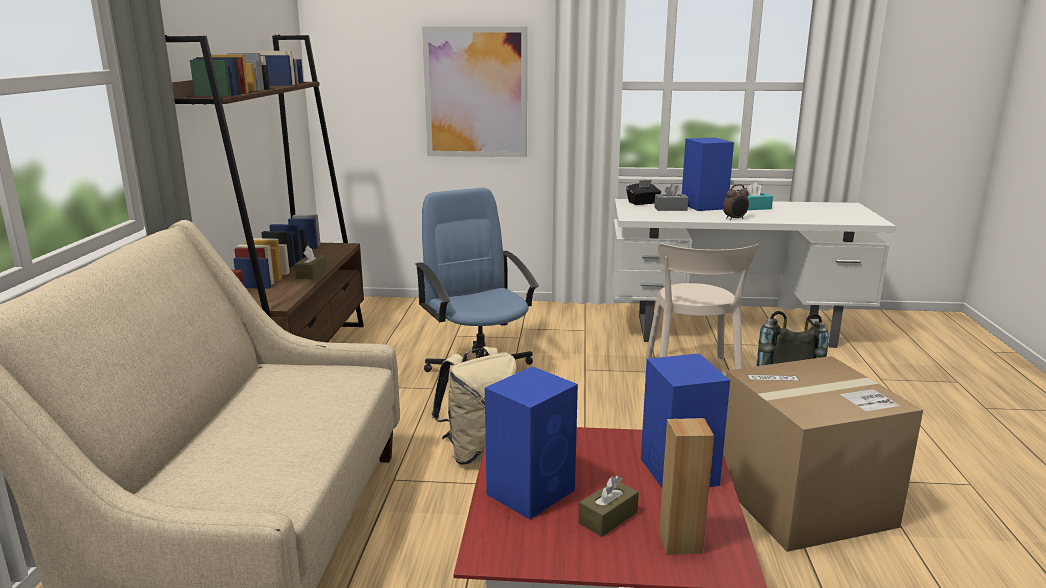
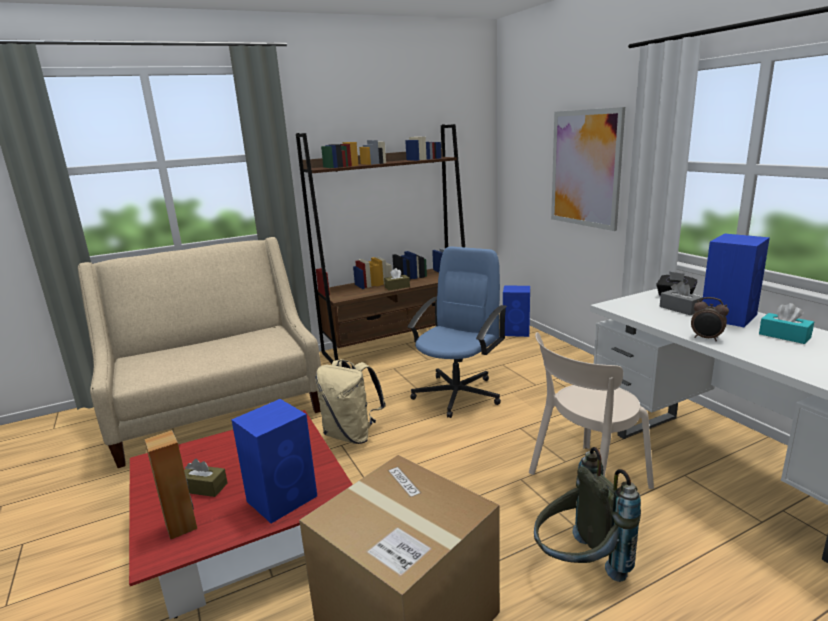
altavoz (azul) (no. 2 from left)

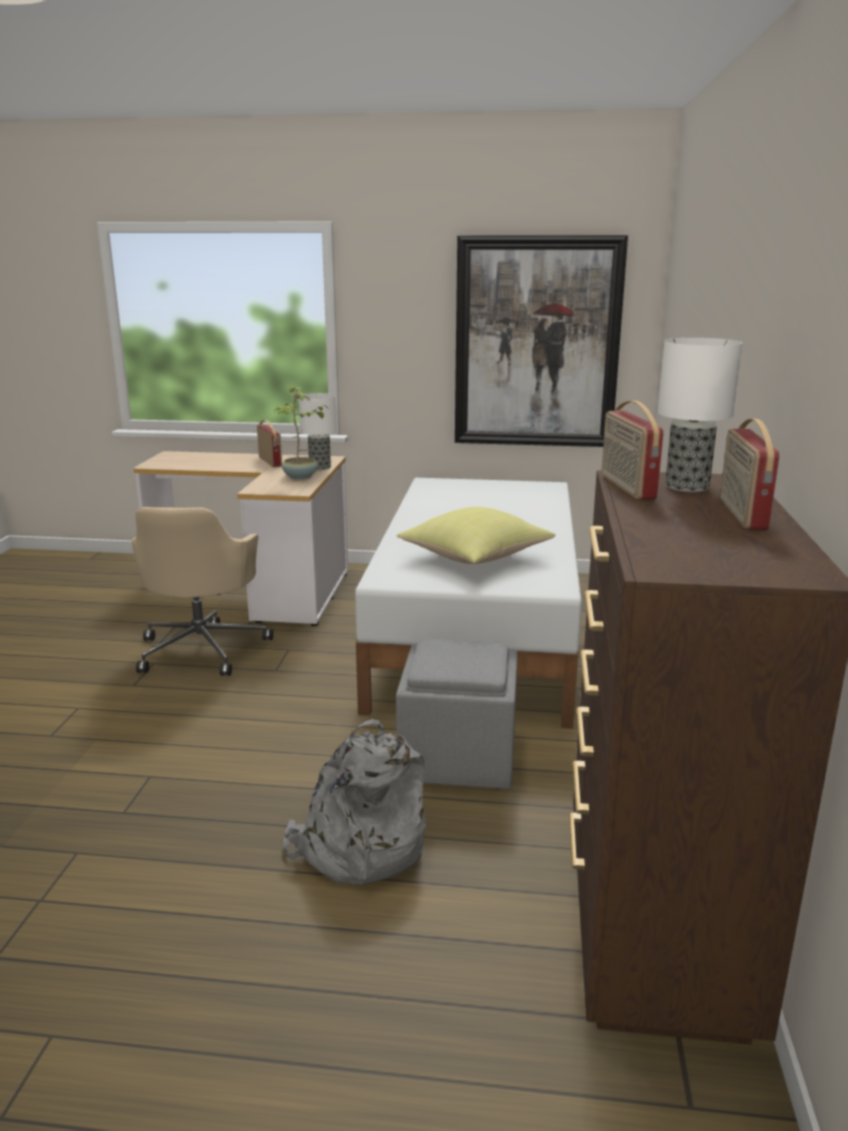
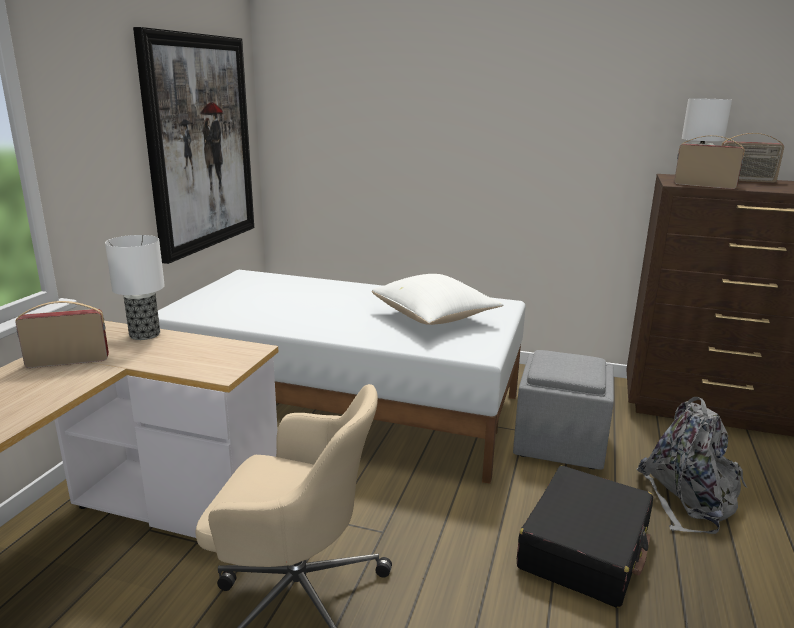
planta en maceta
maleta (negro)
cojín (blanco)
radio (no. 2 from left)

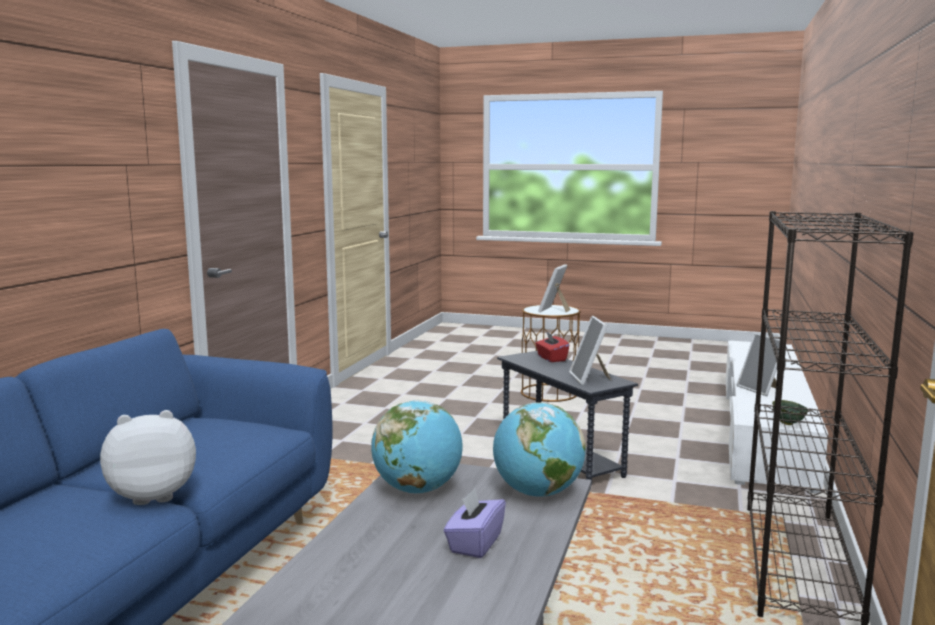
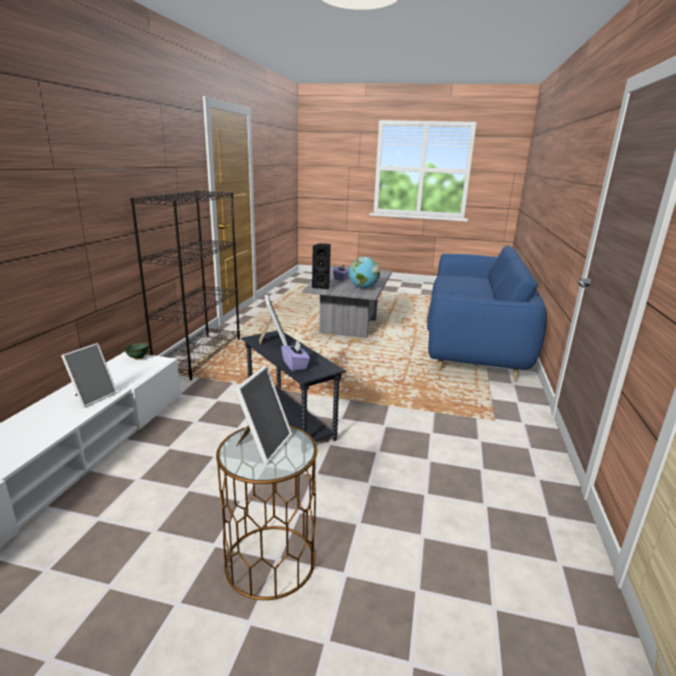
peluche
altavoz (negro)
caja de pañuelos (morado) (no. 1 from left)
portarretratos (no. 1 from left)

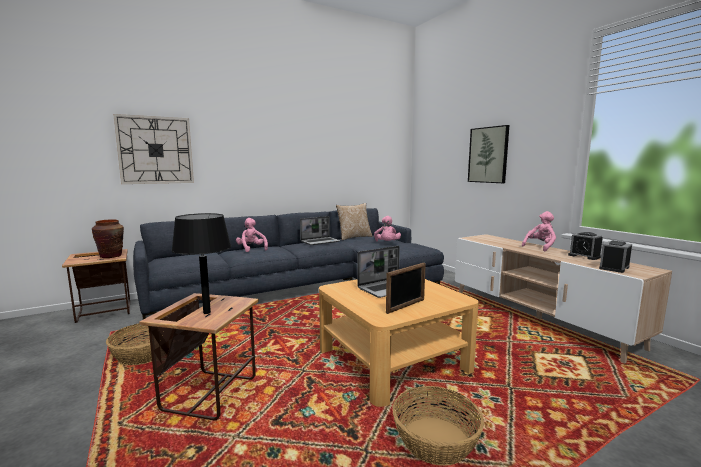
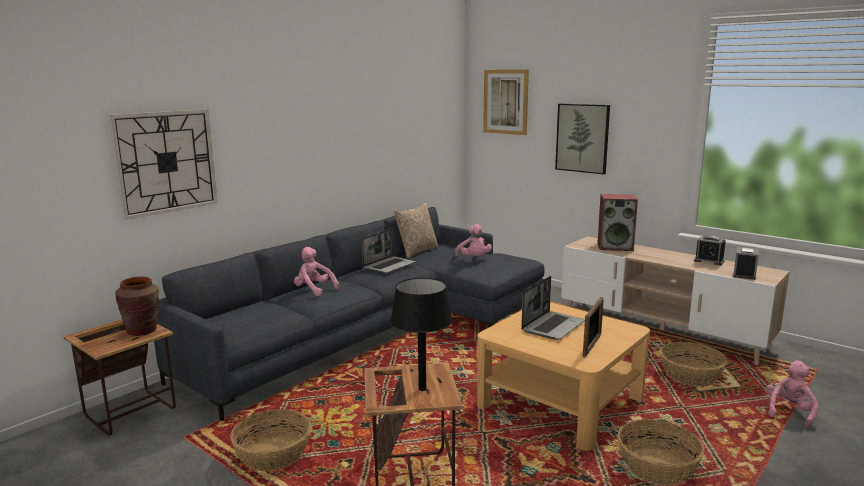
cuadro (no. 1 from left)
altavoz
cesta (no. 3 from left)
peluche (rosa) (no. 3 from left)

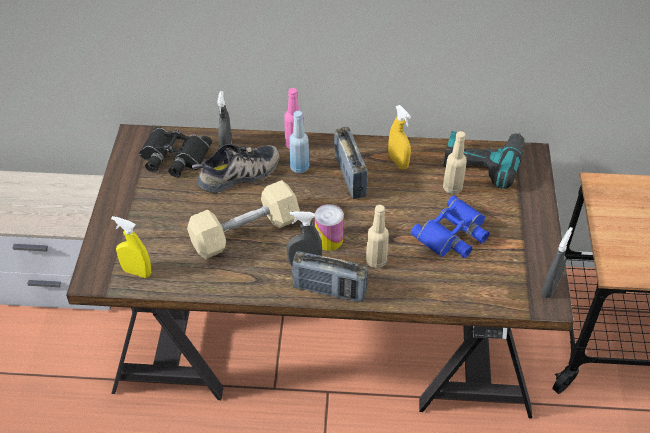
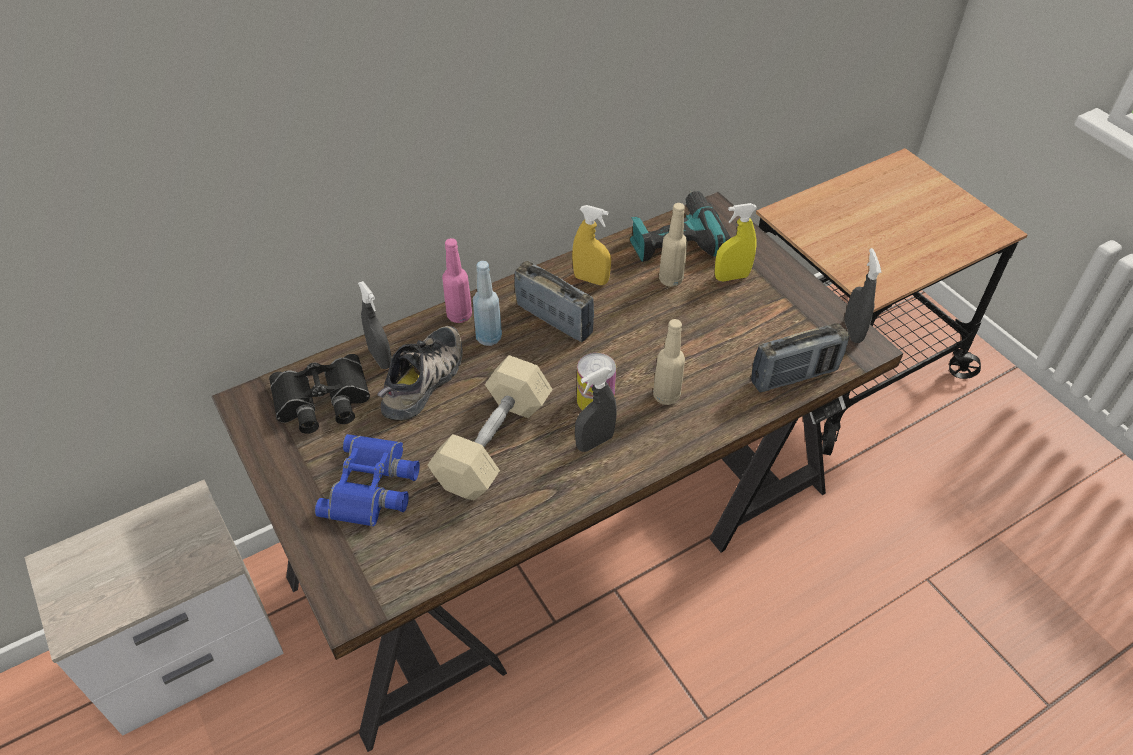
pulverizador (amarillo) (no. 2 from left)
radio (no. 2 from left)
prismáticos (azul)

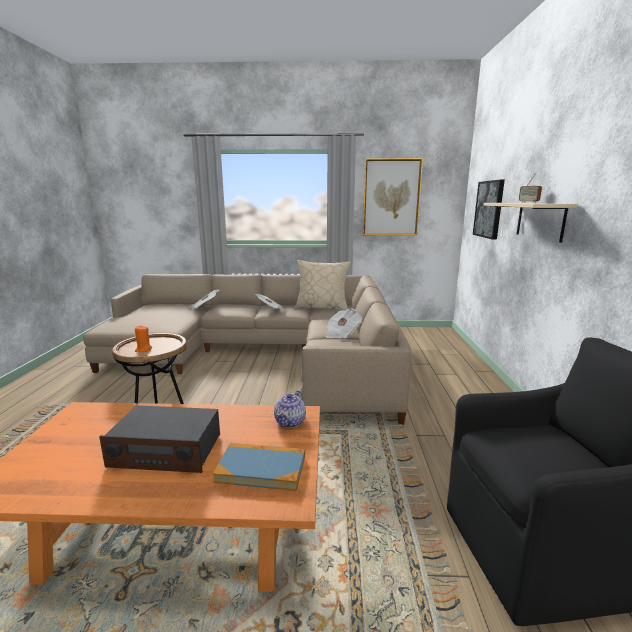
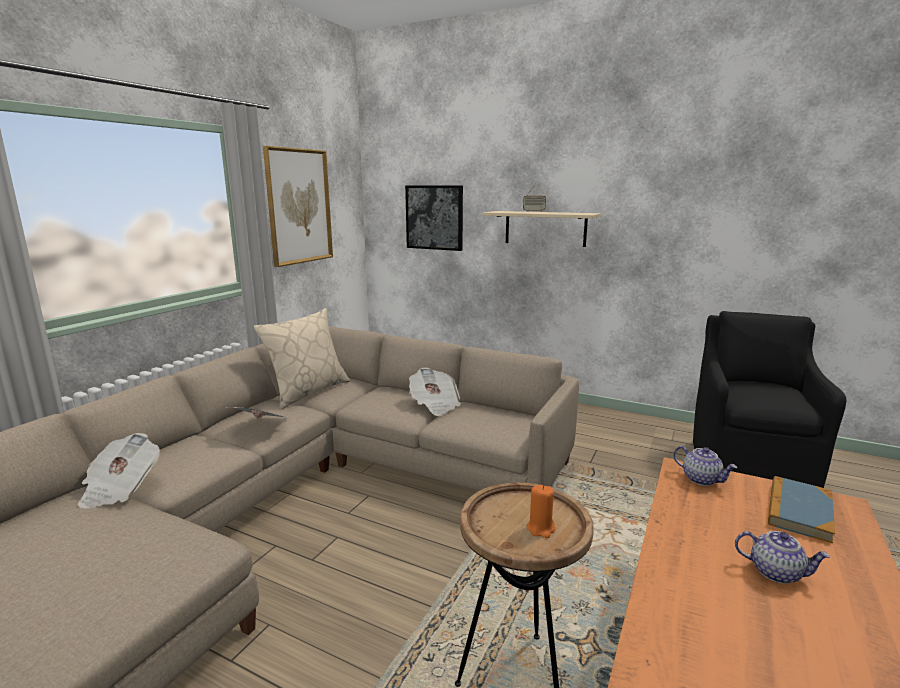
tetera (no. 2 from left)

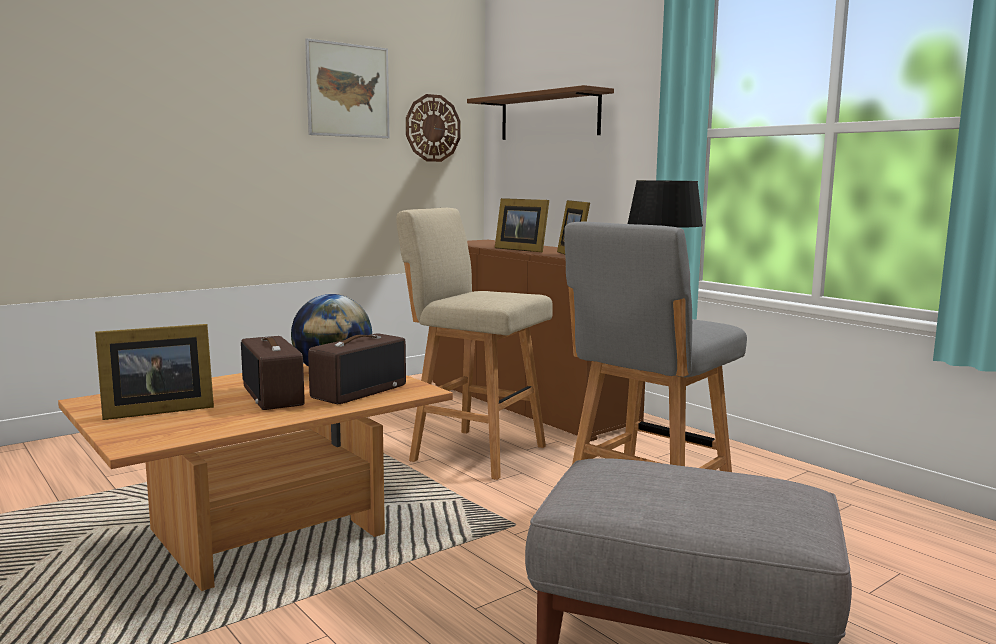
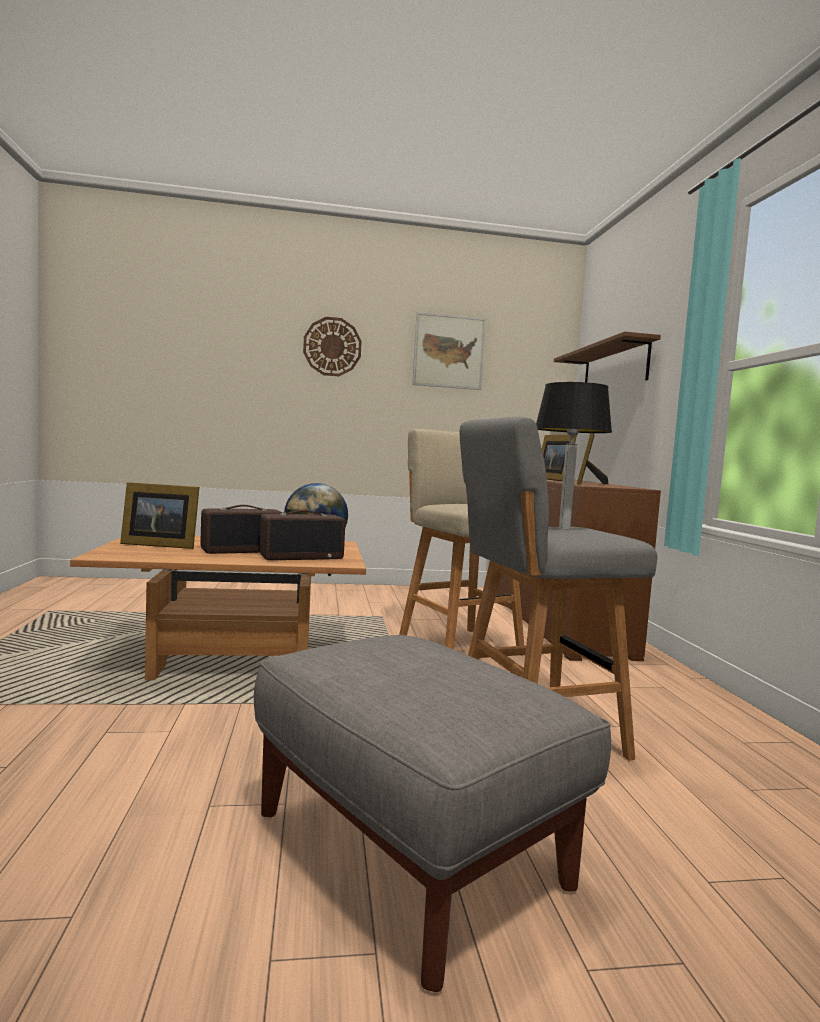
reloj de pared
radio (no. 1 from left)

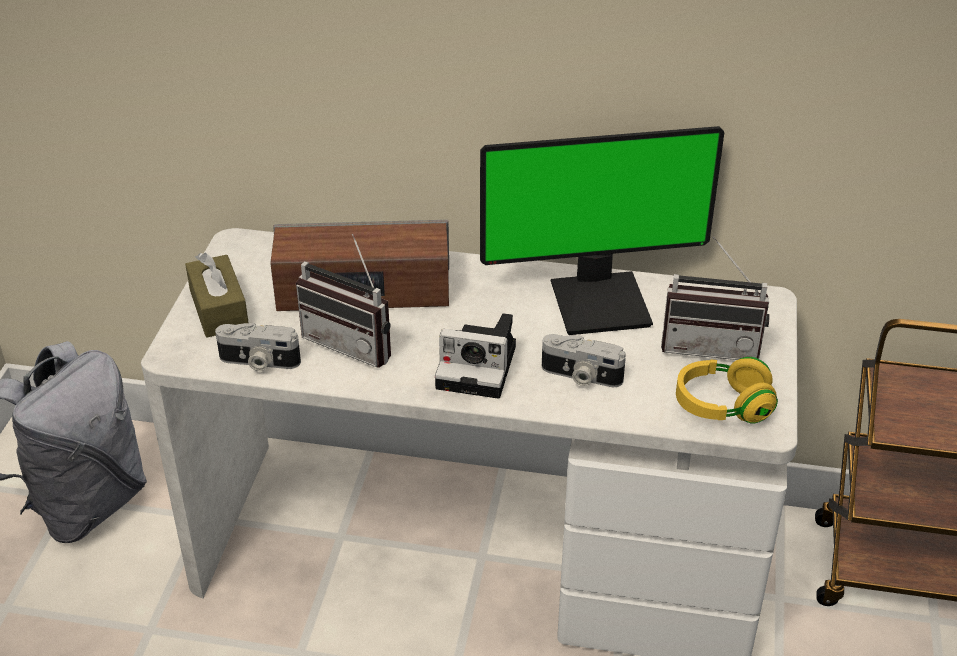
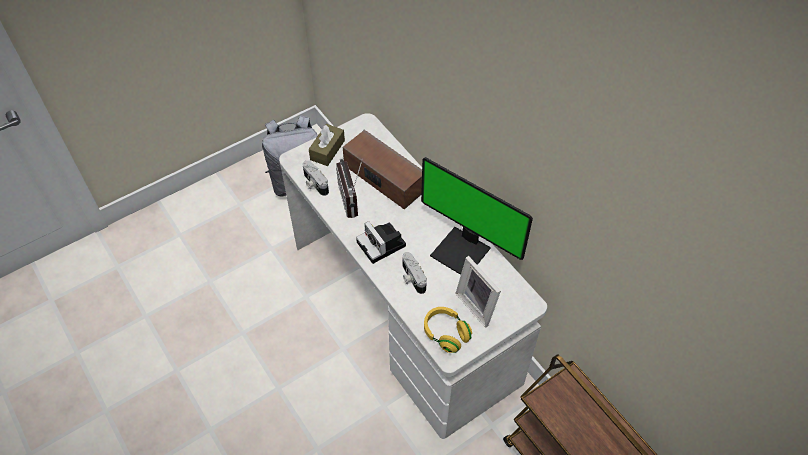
portarretratos

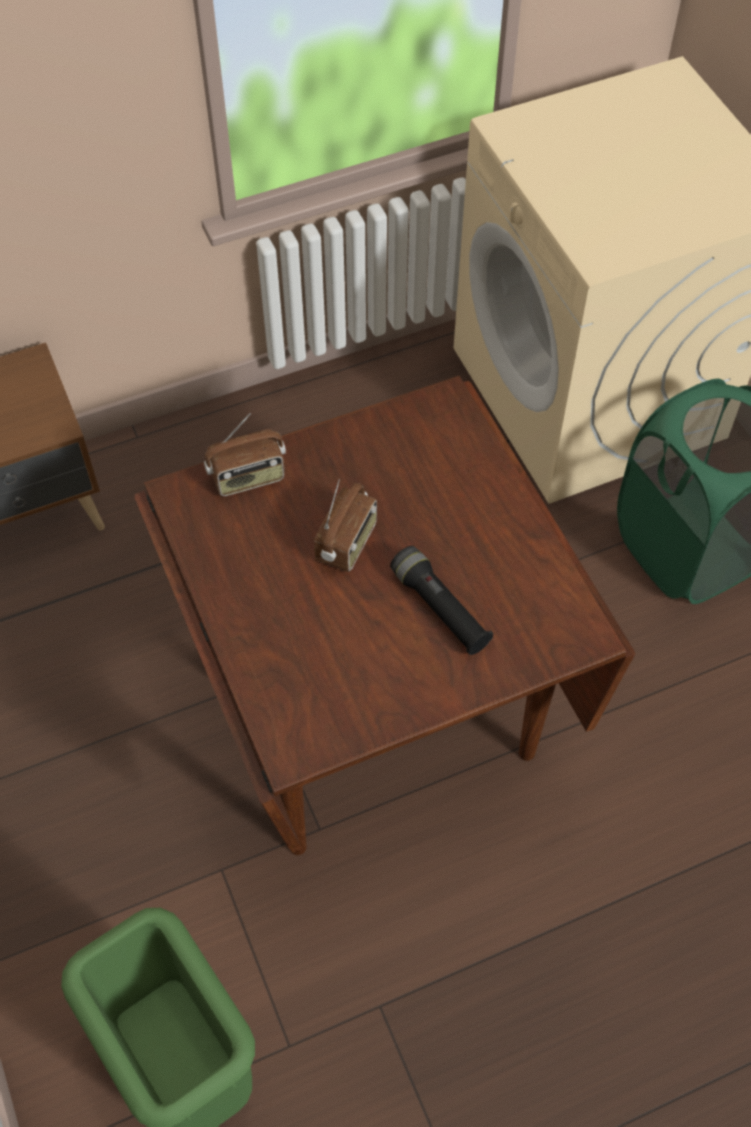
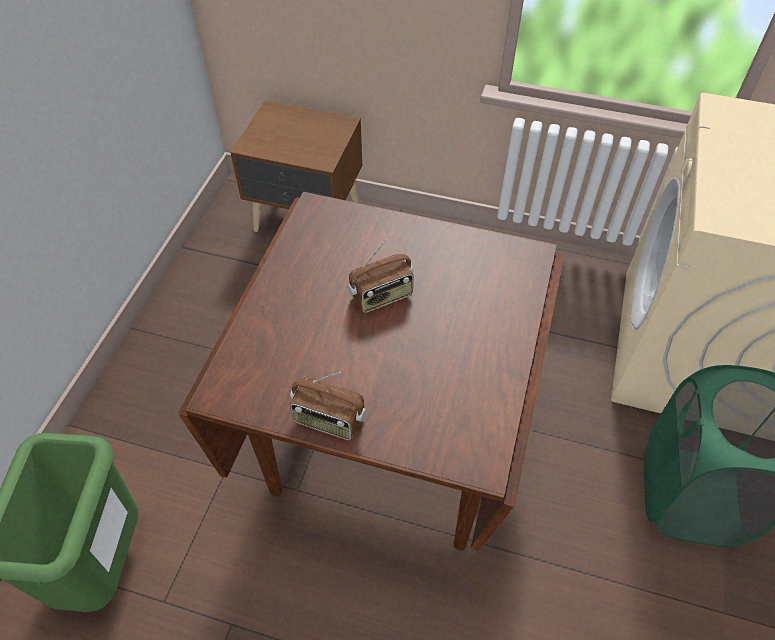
linterna (negro)
radio (no. 1 from left)

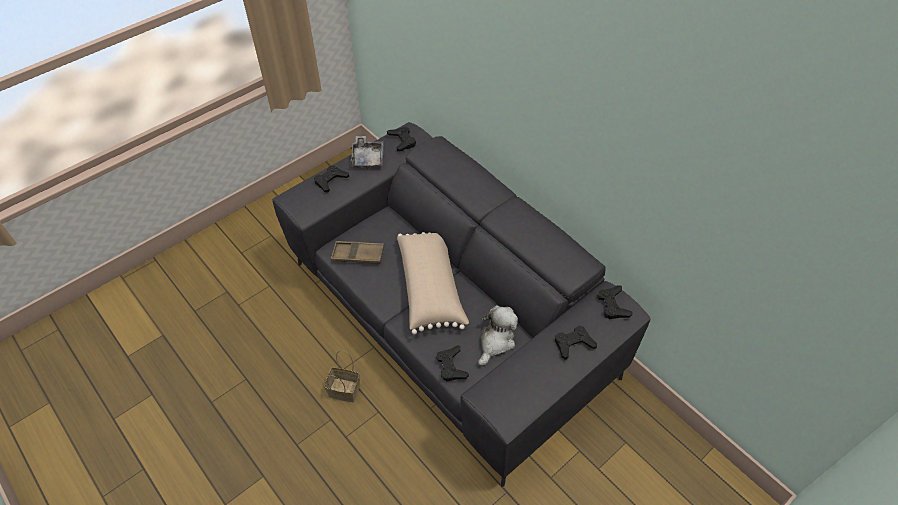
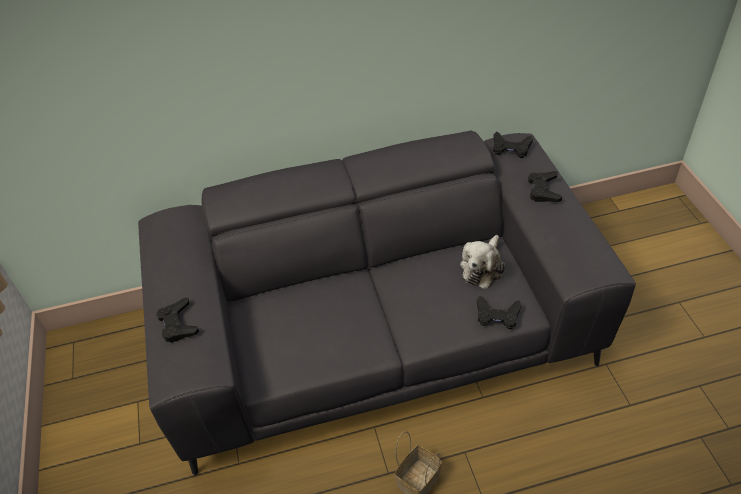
bandeja (marrón)
bandeja (gris)
mando de consola (negro) (no. 2 from left in the first image)
cojín (beis)
peluche

